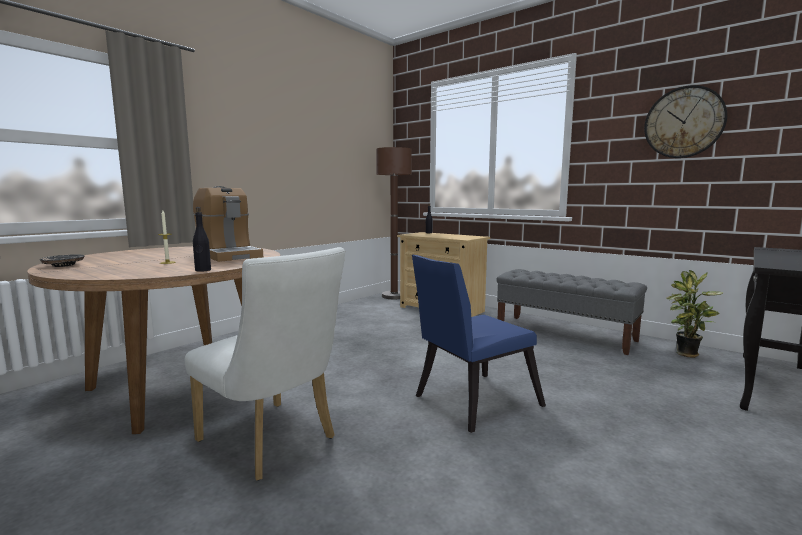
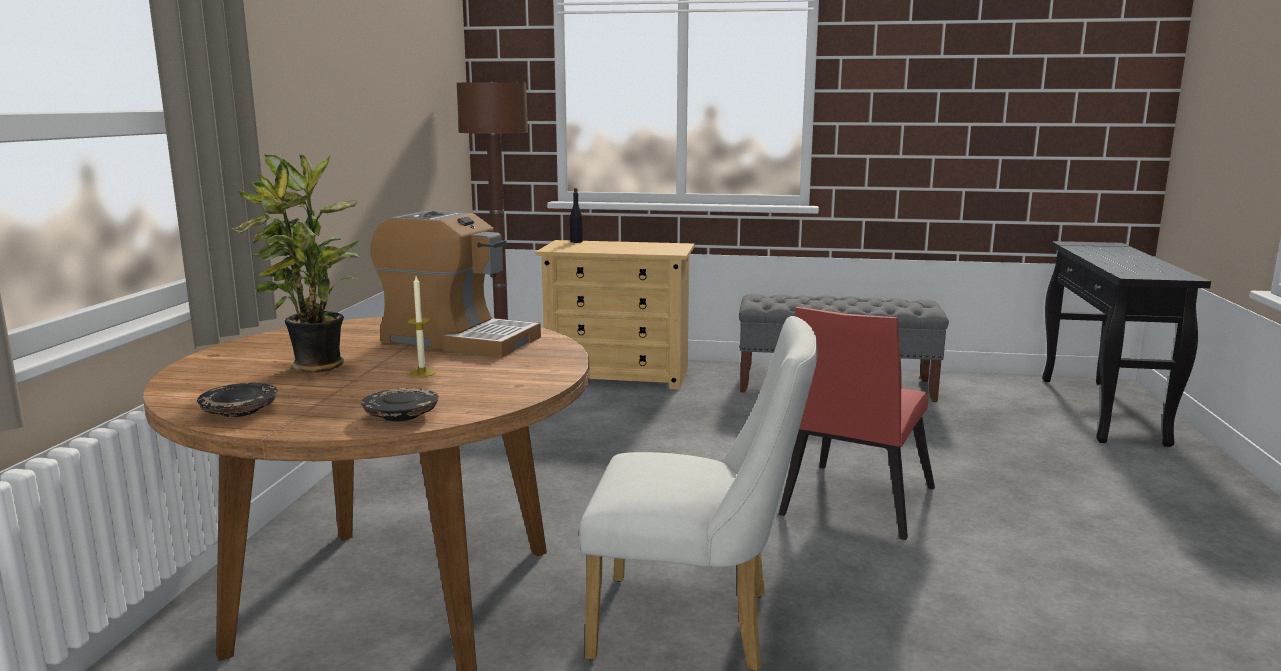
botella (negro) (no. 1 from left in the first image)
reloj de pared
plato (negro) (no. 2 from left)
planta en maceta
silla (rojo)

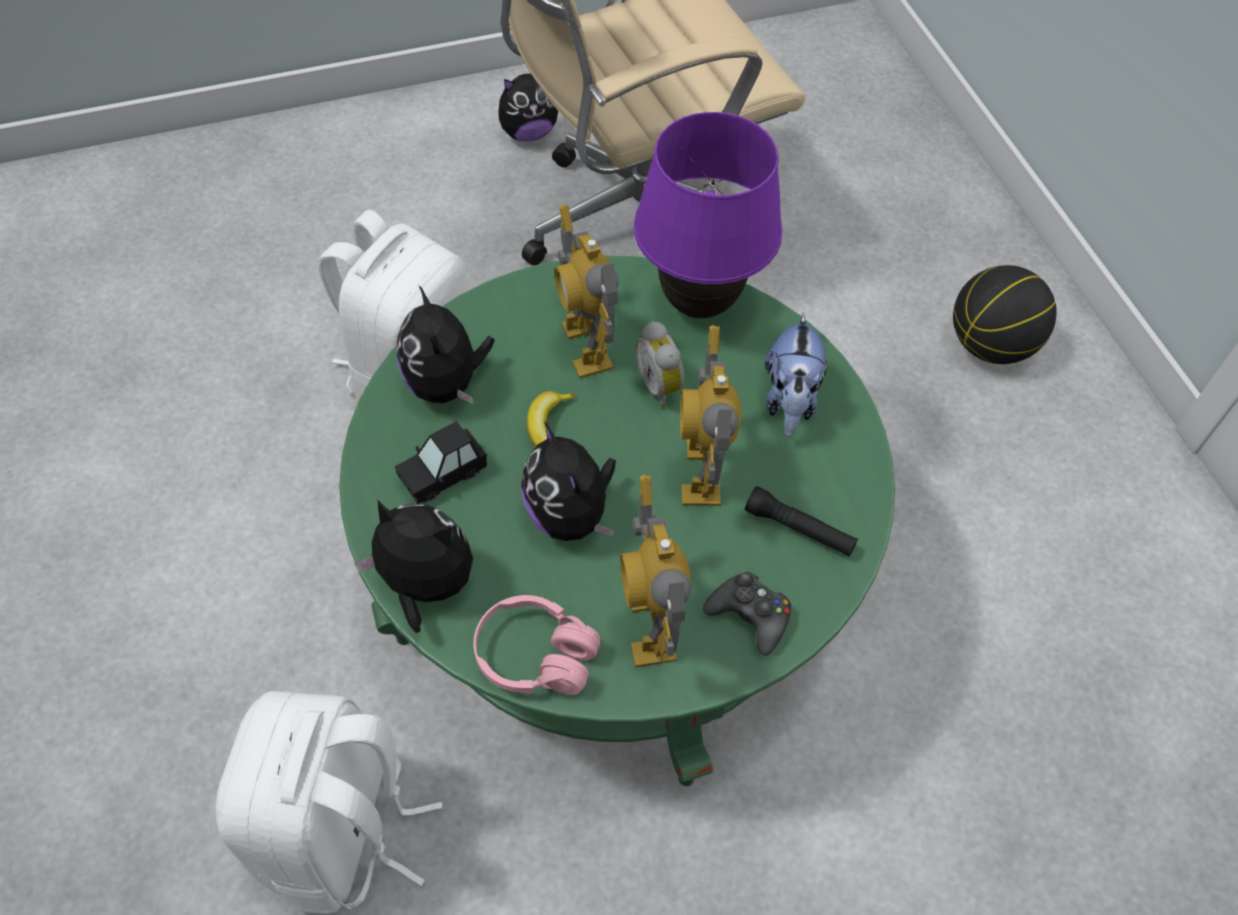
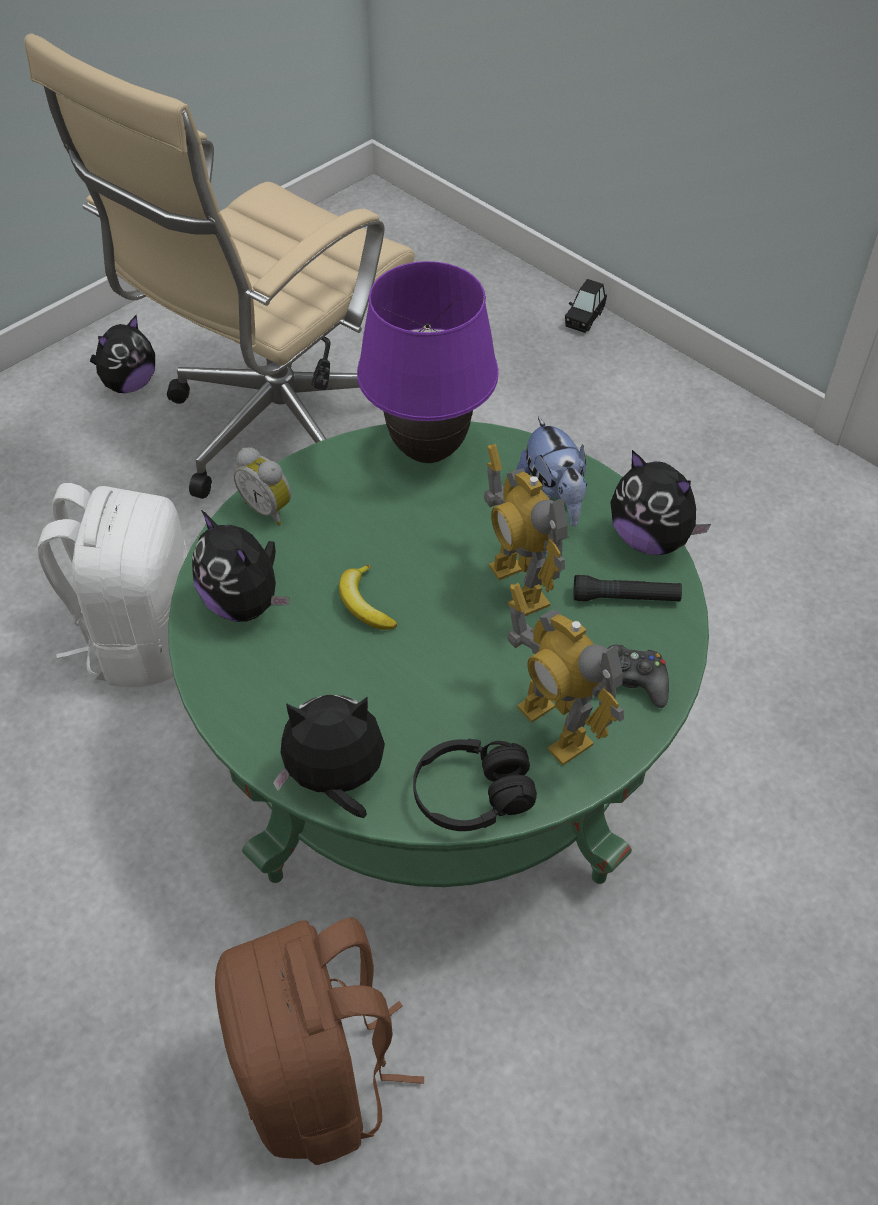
robot de juguete (no. 1 from left in the first image)
balón de baloncesto
coche de juguete (negro)
peluche (no. 5 from left)
despertador
mochila (marrón)
auriculares (negro)

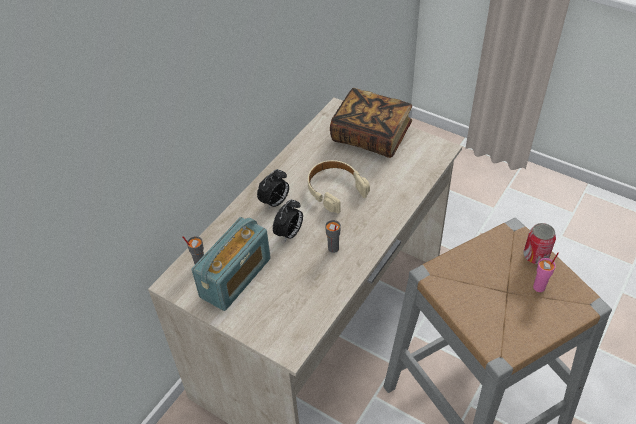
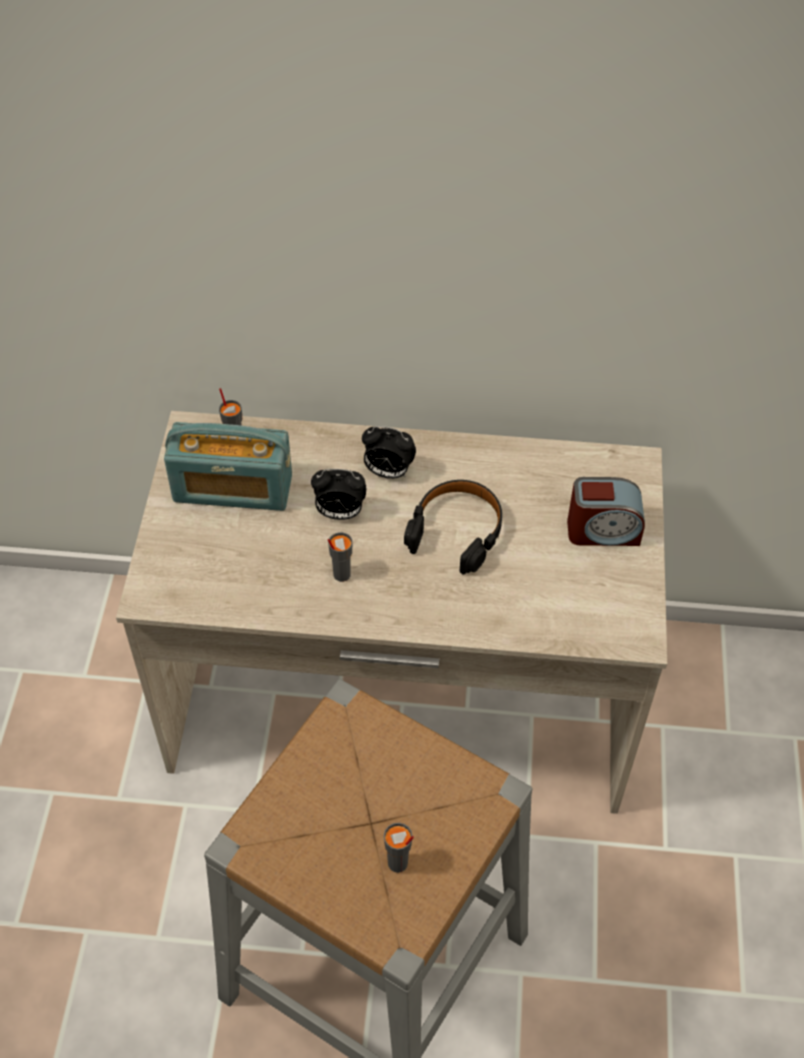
lata
despertador (no. 3 from left)
auriculares (negro)
taza (gris) (no. 3 from left)

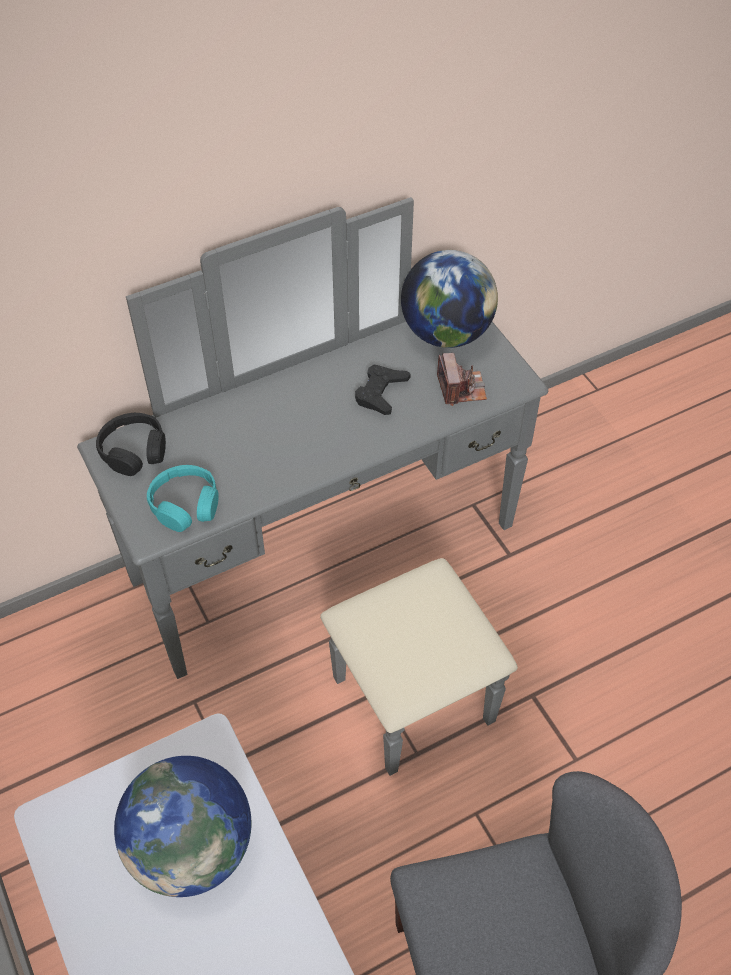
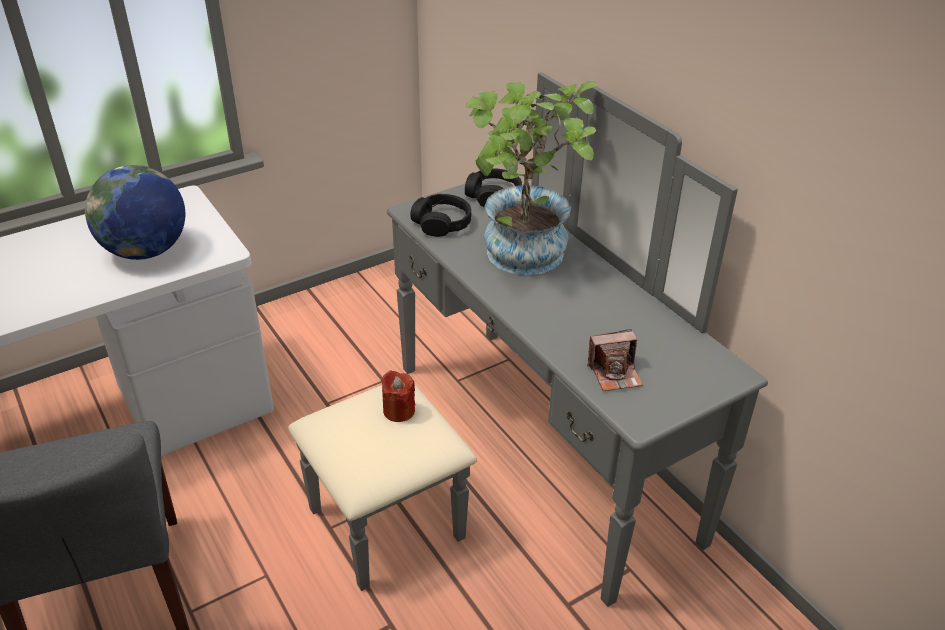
mando de consola (negro)
globo terráqueo (no. 2 from left in the first image)
vela (rojo)
planta en maceta
auriculares (negro) (no. 1 from left)

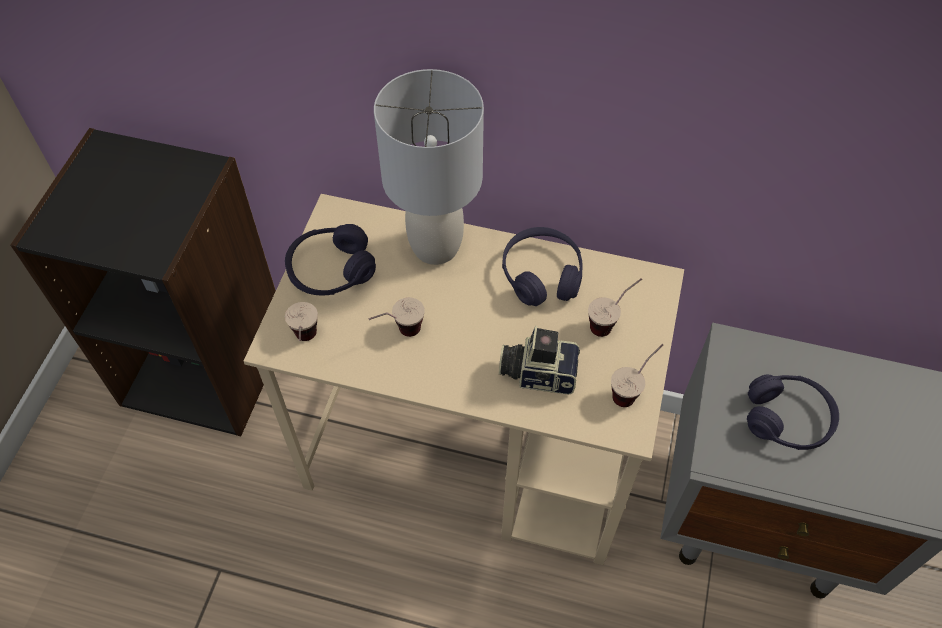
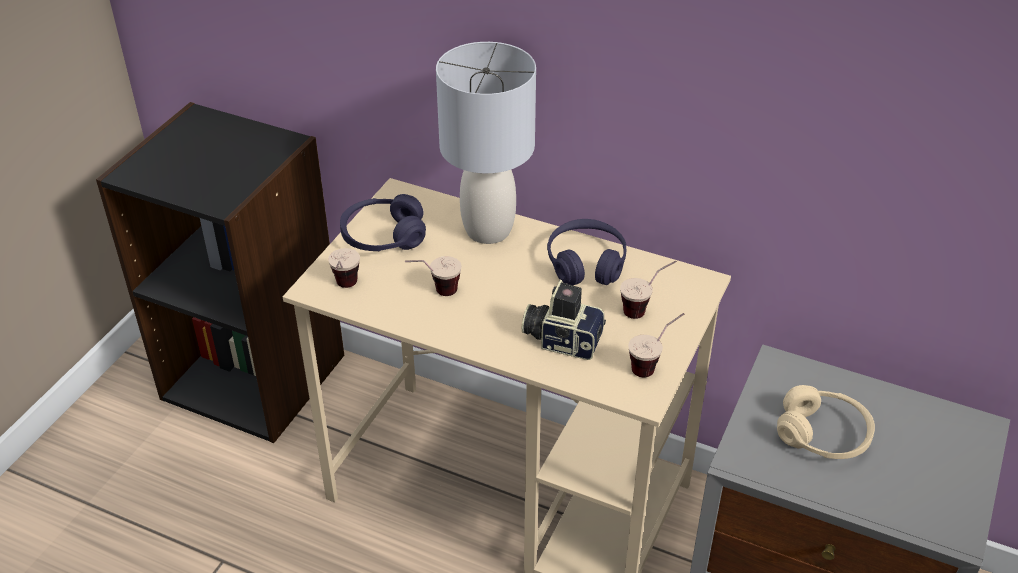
auriculares (beis)

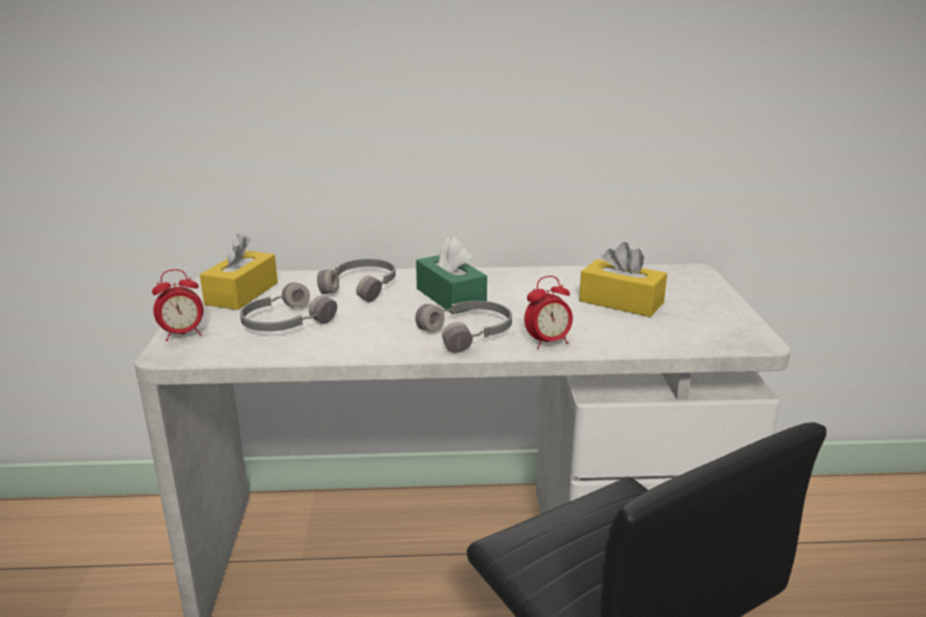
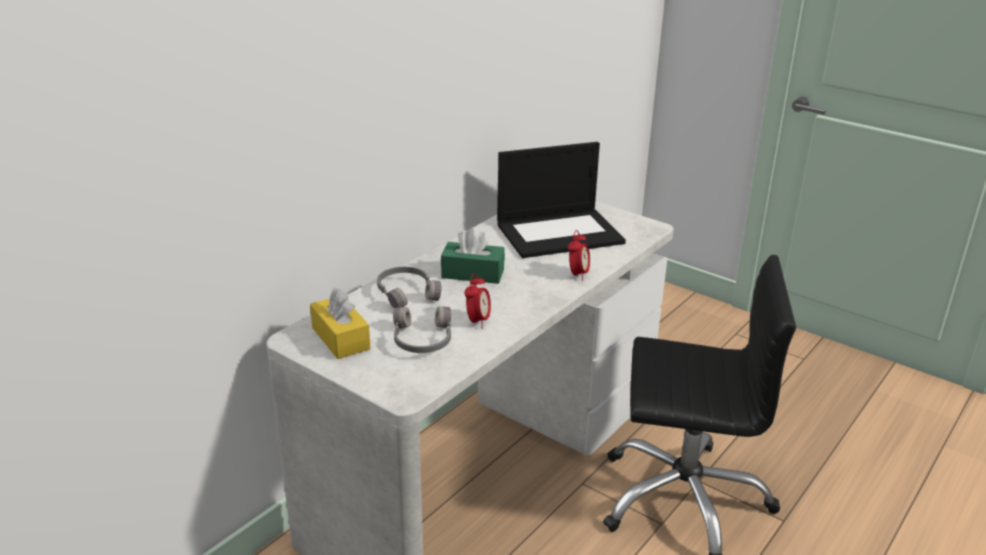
auriculares (gris) (no. 3 from left in the first image)
despertador (no. 1 from left)
portátil

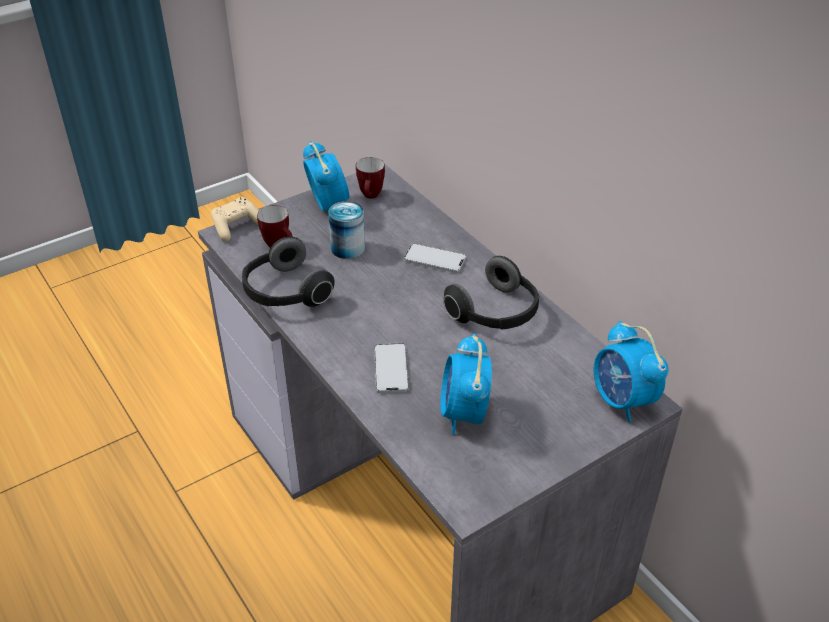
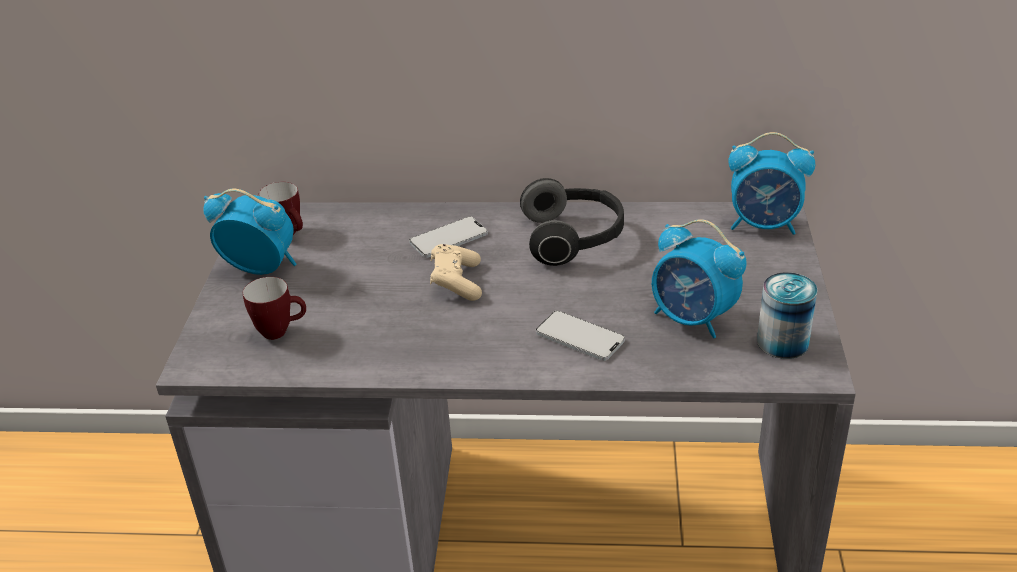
auriculares (no. 1 from left in the first image)
mando de consola (beis)
lata

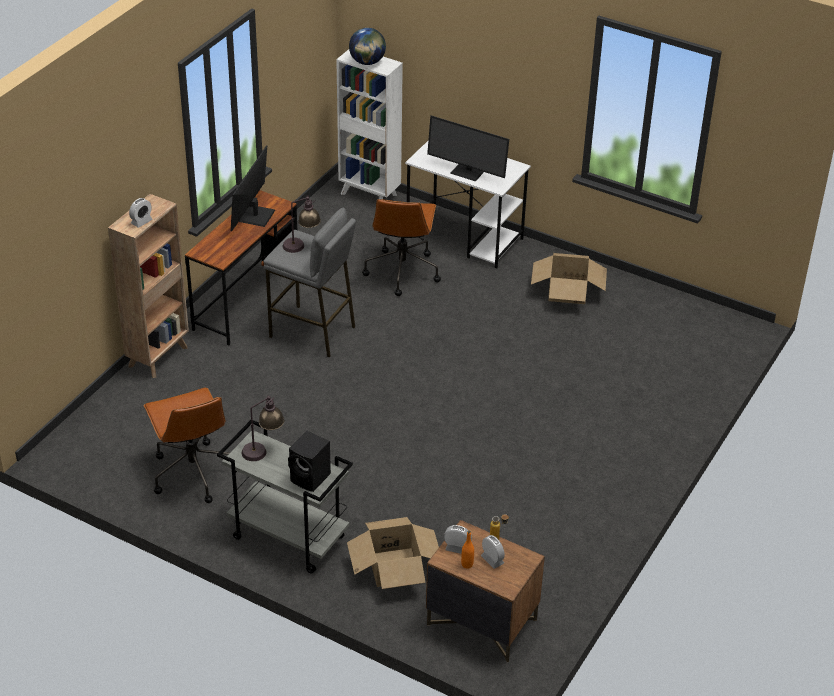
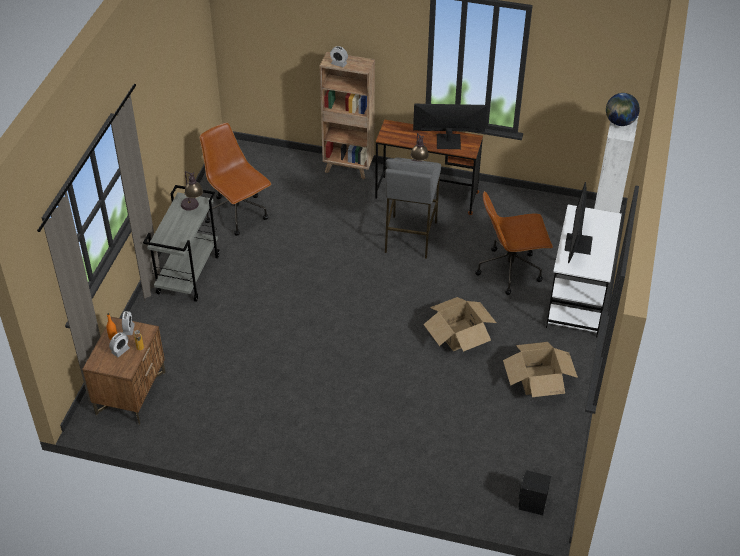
altavoz (negro)
caja de cartón (no. 1 from left)
silla de oficina (marrón) (no. 1 from left)

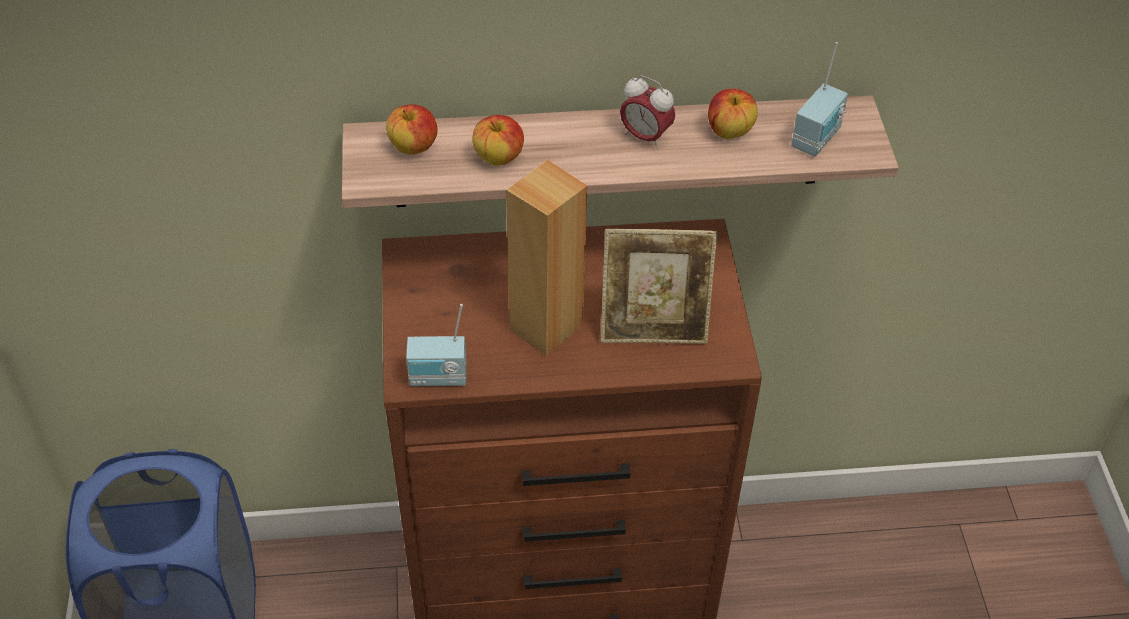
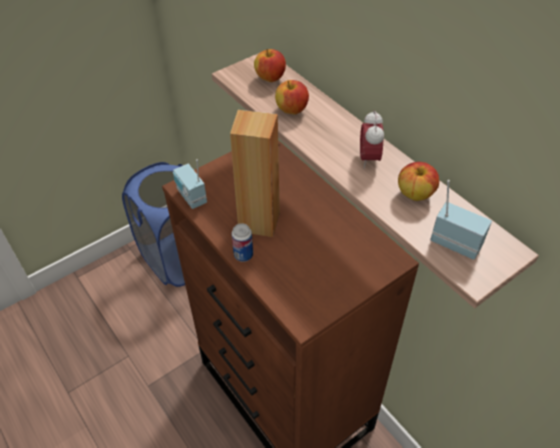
portarretratos
lata
radio (no. 2 from left)

